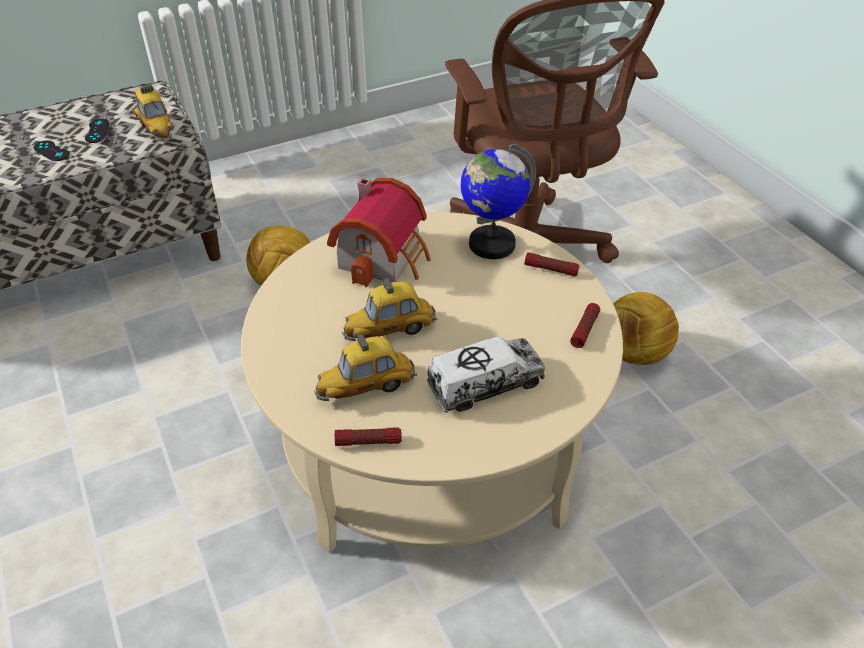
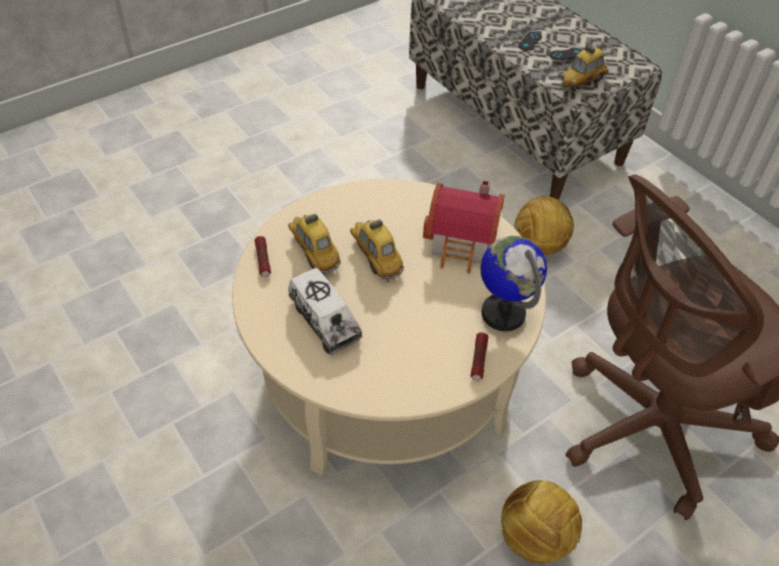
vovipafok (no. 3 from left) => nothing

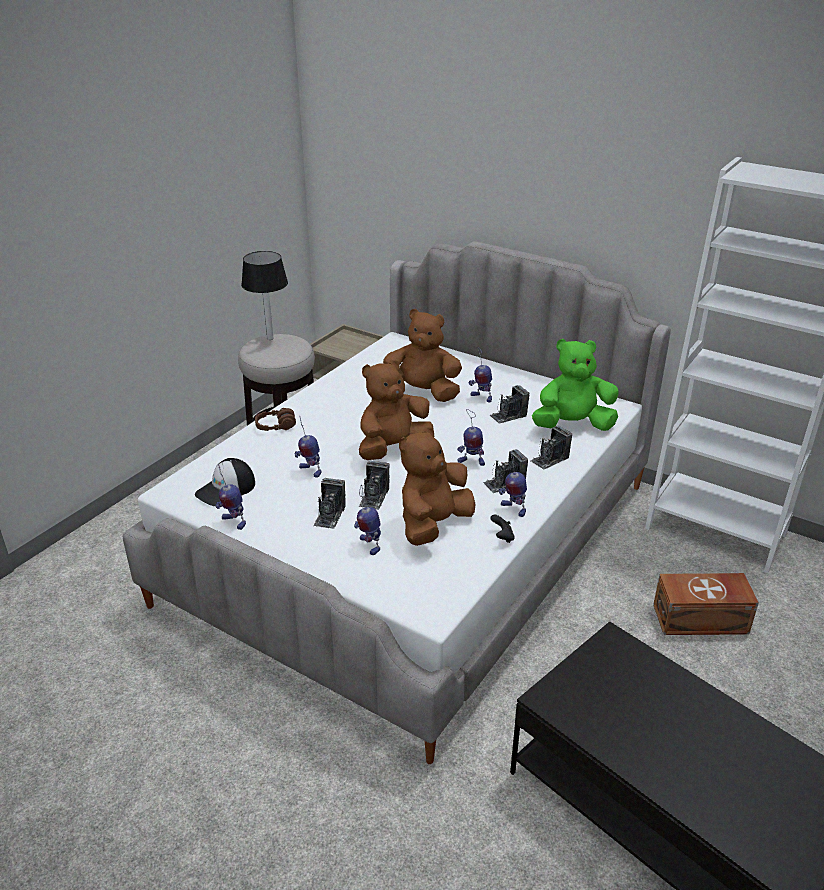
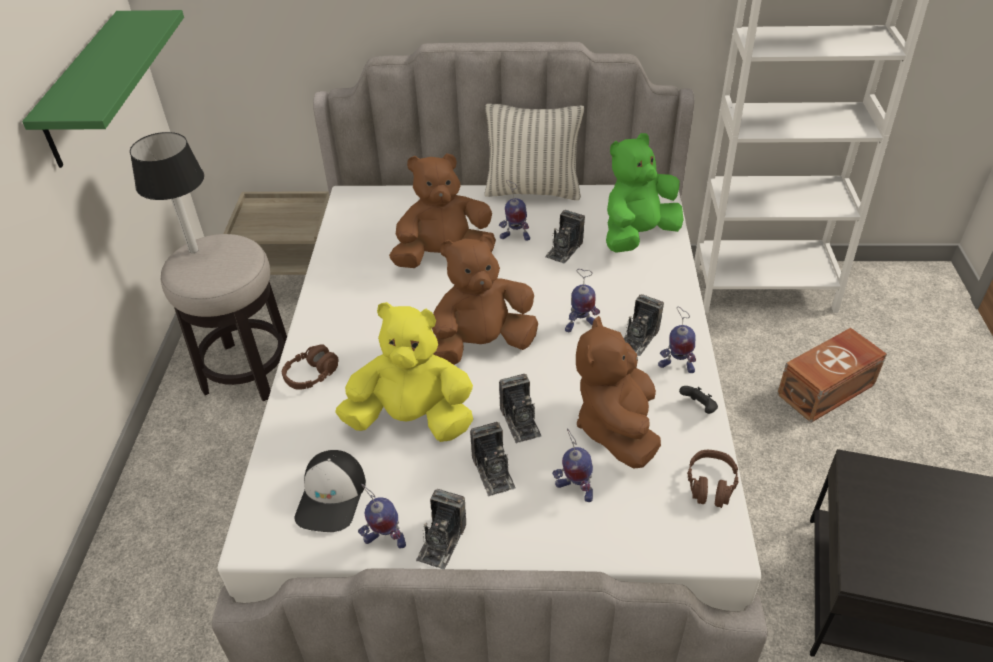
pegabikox (no. 2 from left) => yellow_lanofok
brown_lanofok (no. 1 from left in the first image) => brown_lanofok (no. 2 from left), 45 degrees clockwise
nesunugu (no. 5 from left in the first image) => nesunugu (no. 1 from left), relocated
nothing => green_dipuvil
nothing => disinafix
nothing => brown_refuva (no. 2 from left)

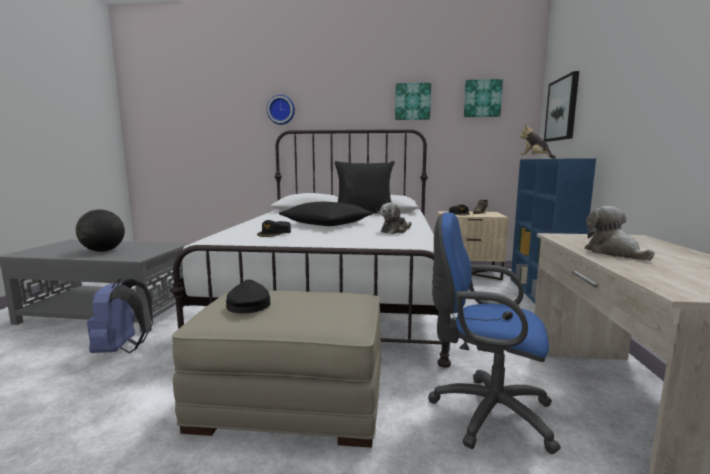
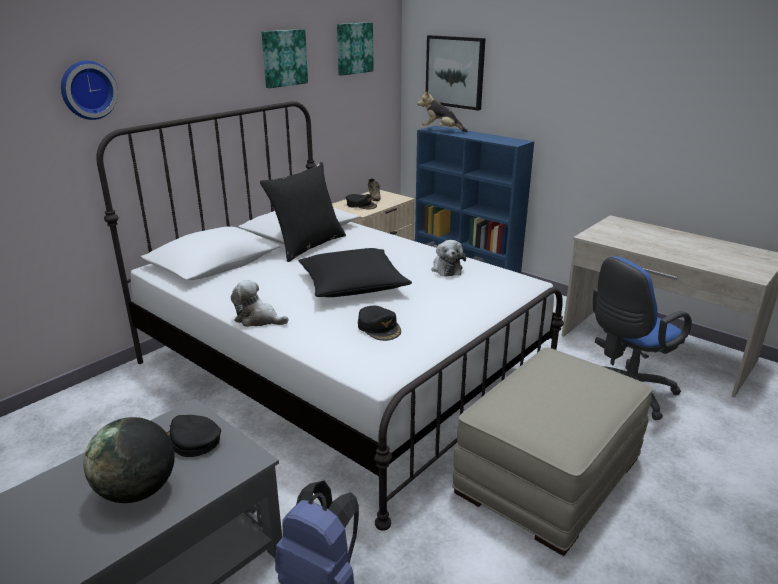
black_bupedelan (no. 1 from left), relocated
lanofok (no. 3 from left in the first image) => lanofok (no. 1 from left), relocated

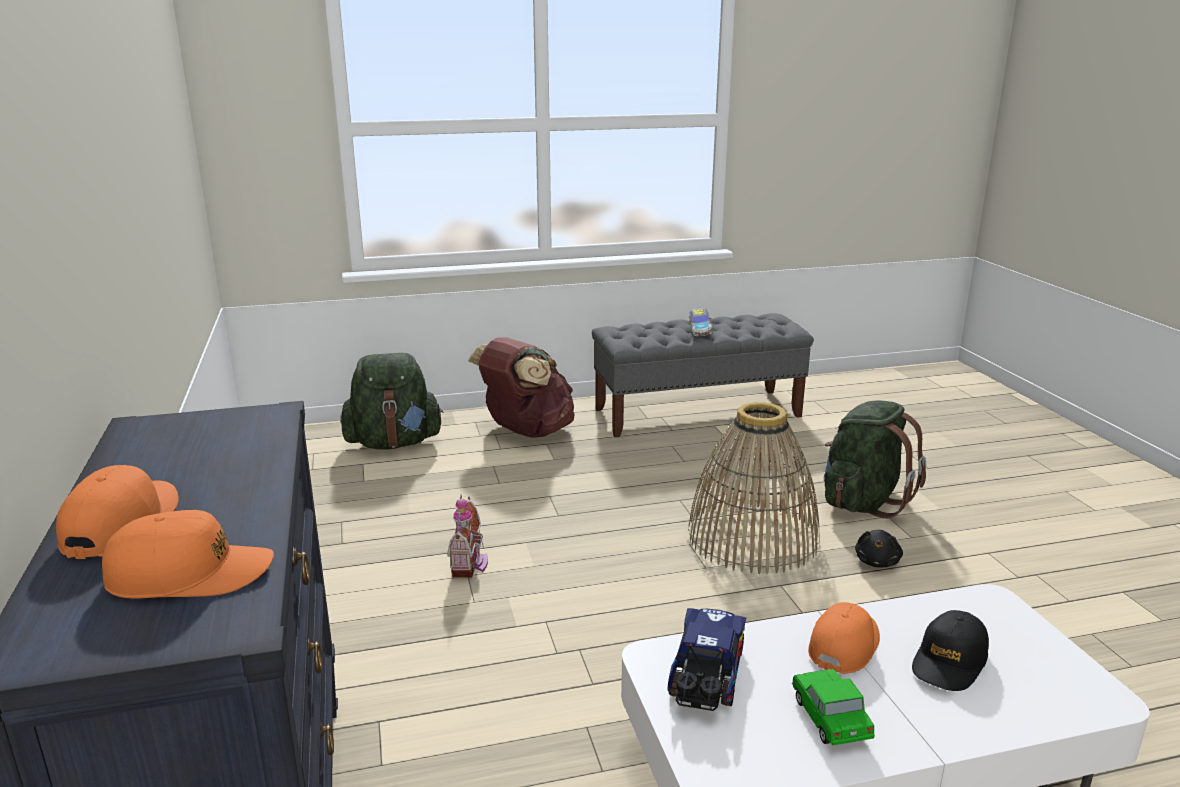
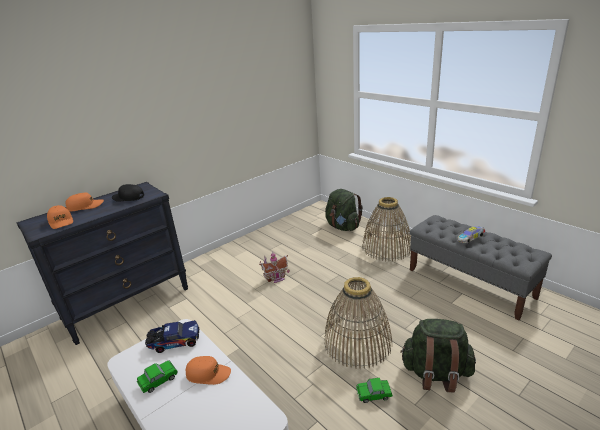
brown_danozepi => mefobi (no. 2 from left)
black_lanofok => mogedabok (no. 2 from left)
black_bupedelan, relocated

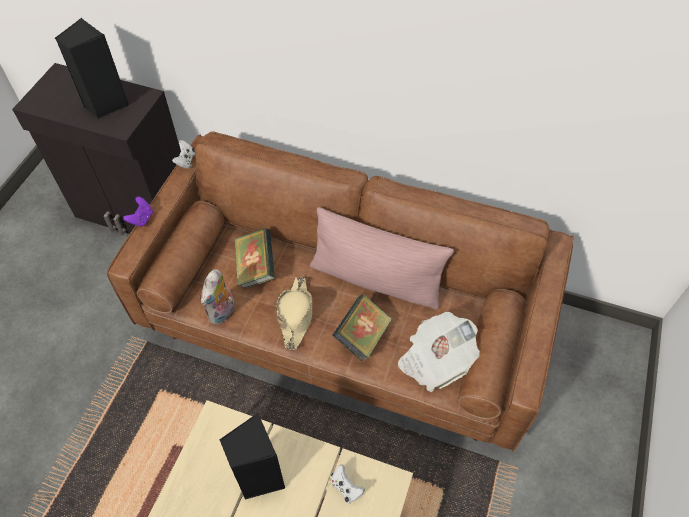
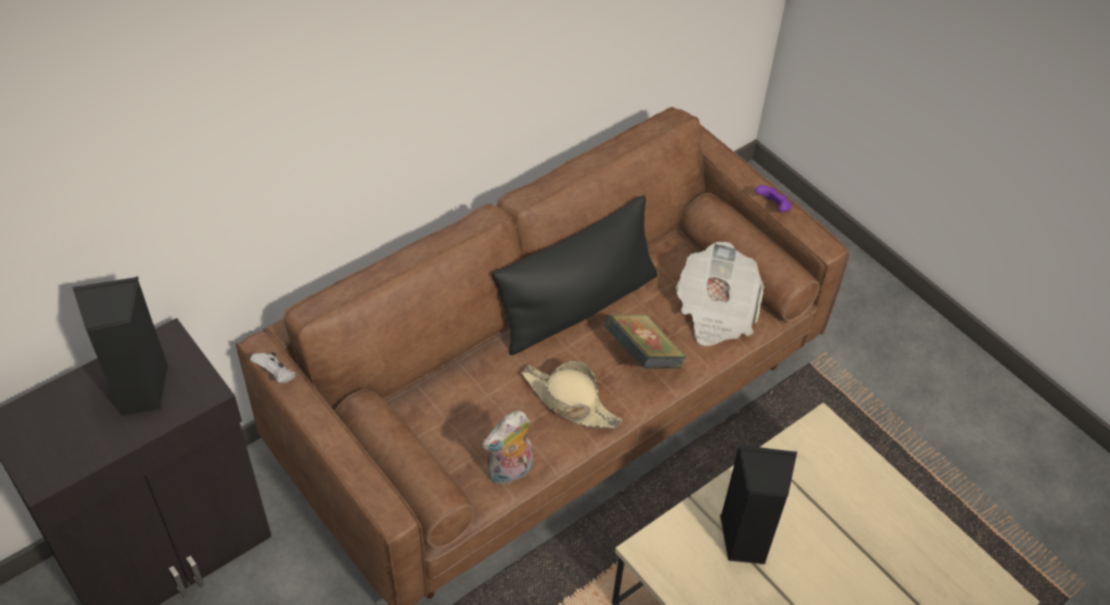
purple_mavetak, relocated
lanofok, 90 degrees clockwise
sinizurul (no. 1 from left) => nothing
pink_disinafix => black_disinafix
white_mavetak (no. 2 from left) => nothing

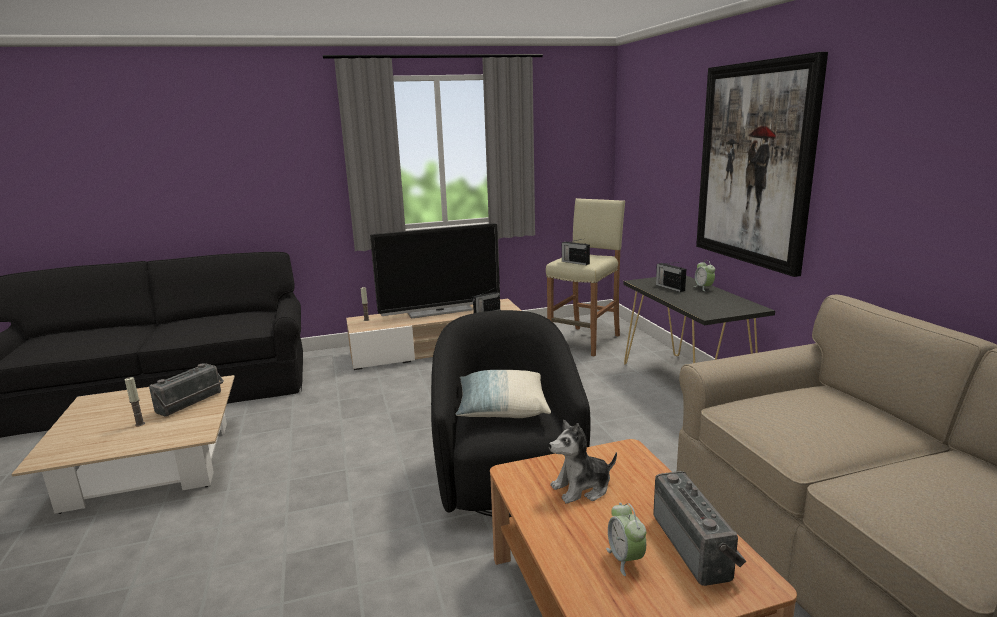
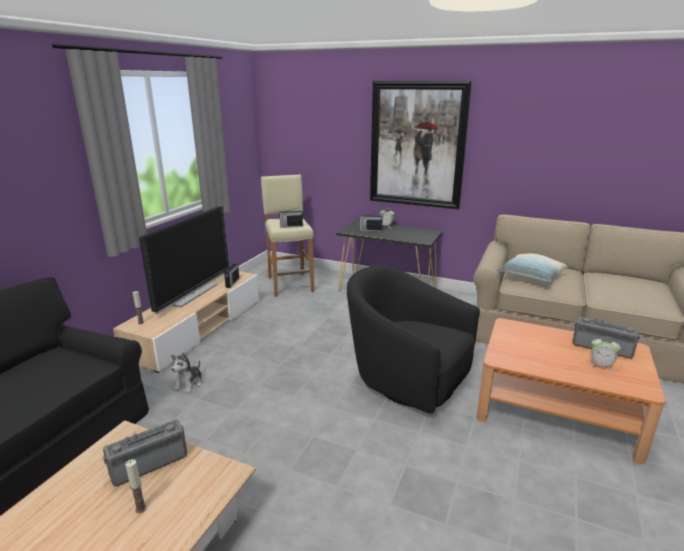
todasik (no. 1 from left), 105 degrees counterclockwise
disinafix, relocated
lanofok, relocated

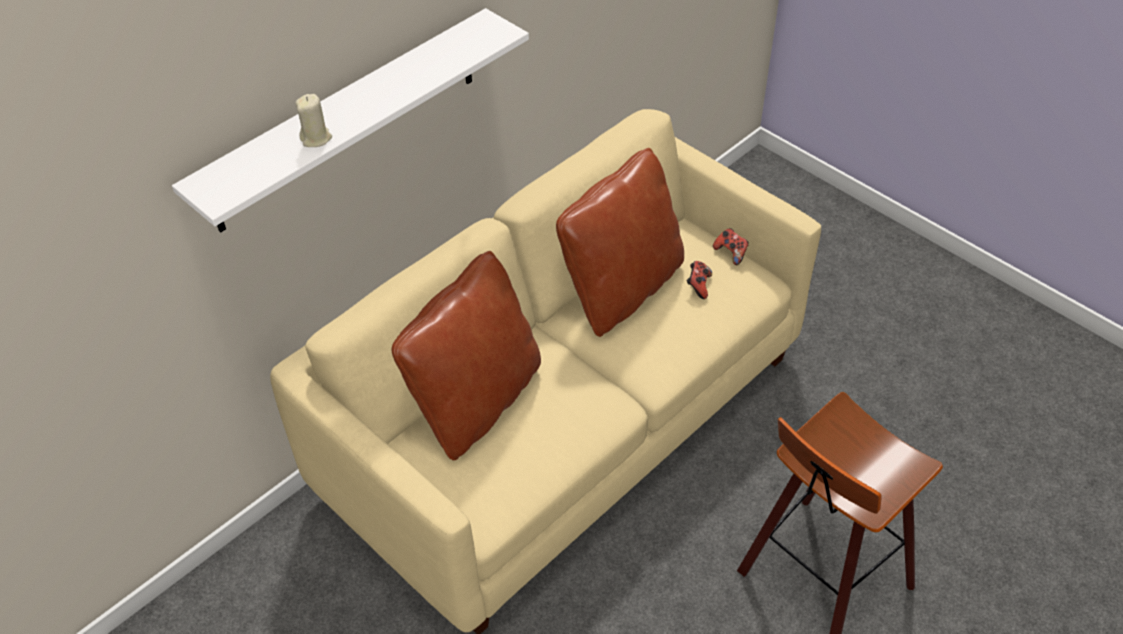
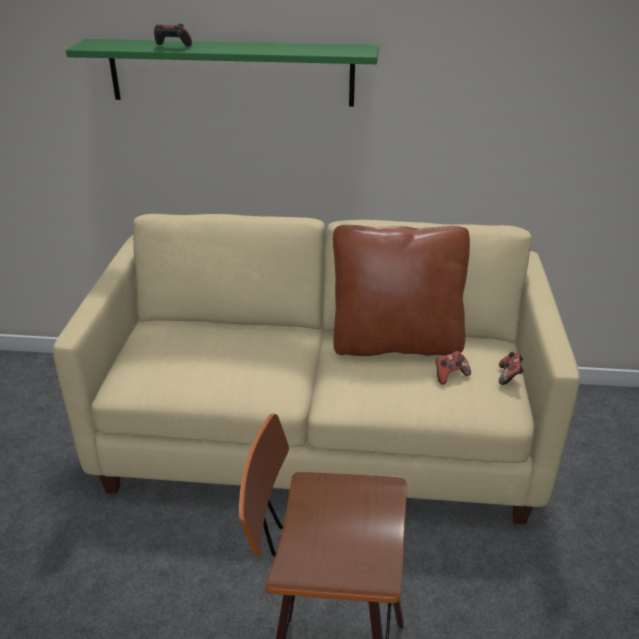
white_dipuvil => green_dipuvil
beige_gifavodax => mavetak (no. 1 from left)
brown_disinafix (no. 1 from left) => nothing

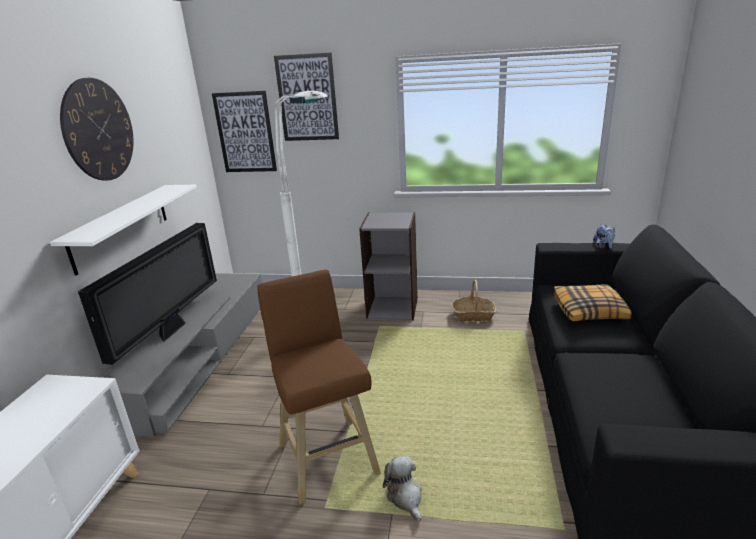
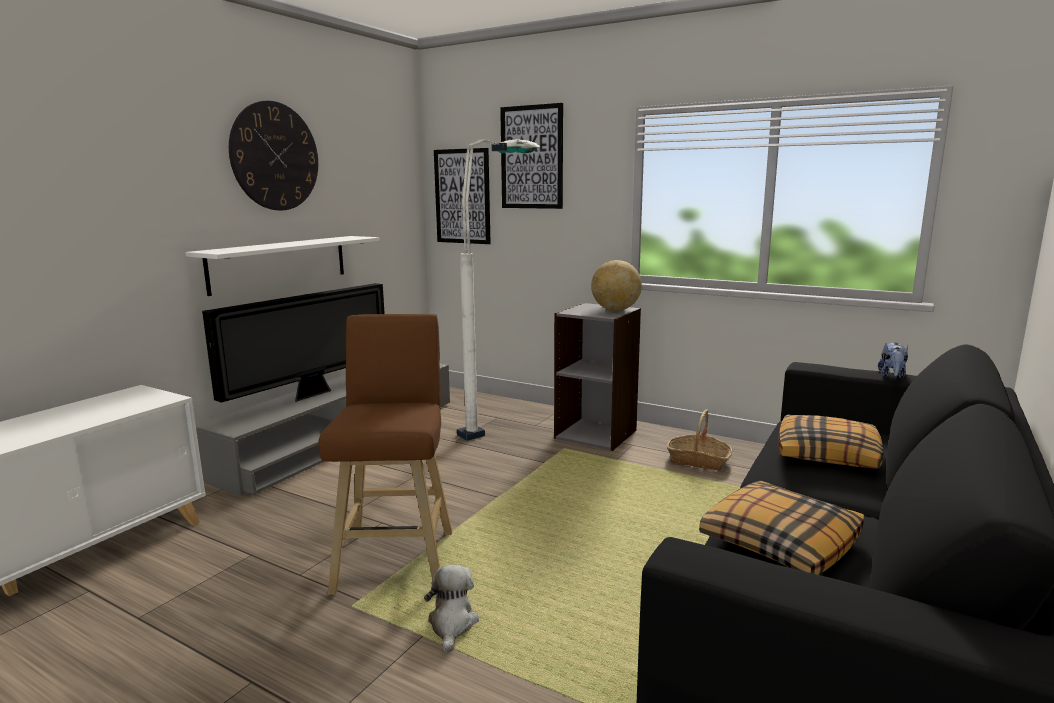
nothing => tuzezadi
nothing => disinafix (no. 1 from left)

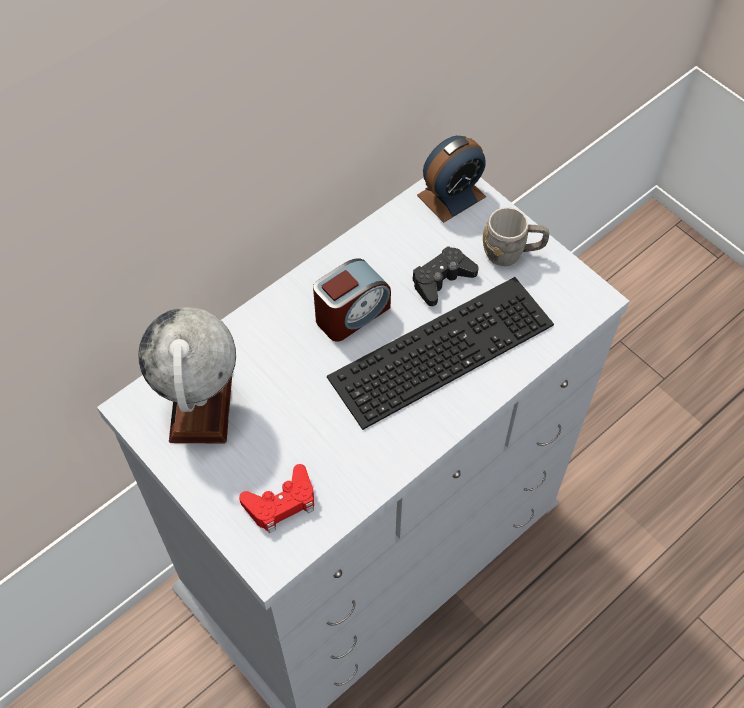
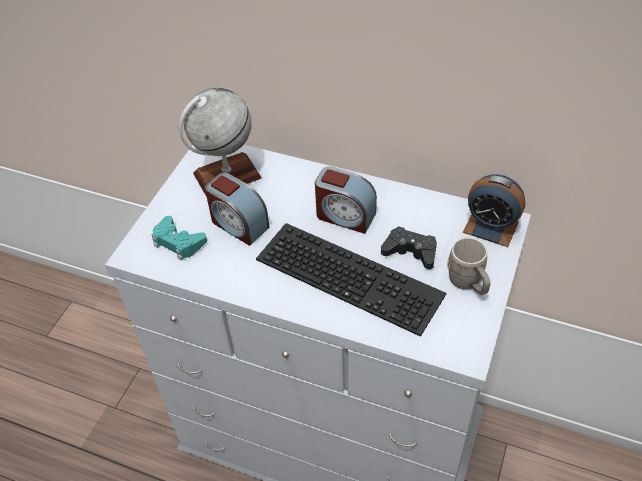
red_mavetak => turquoise_mavetak
nothing => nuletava (no. 1 from left)

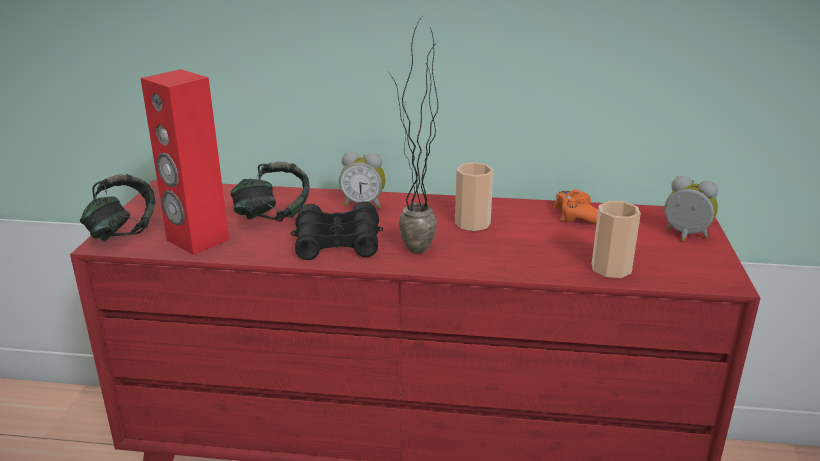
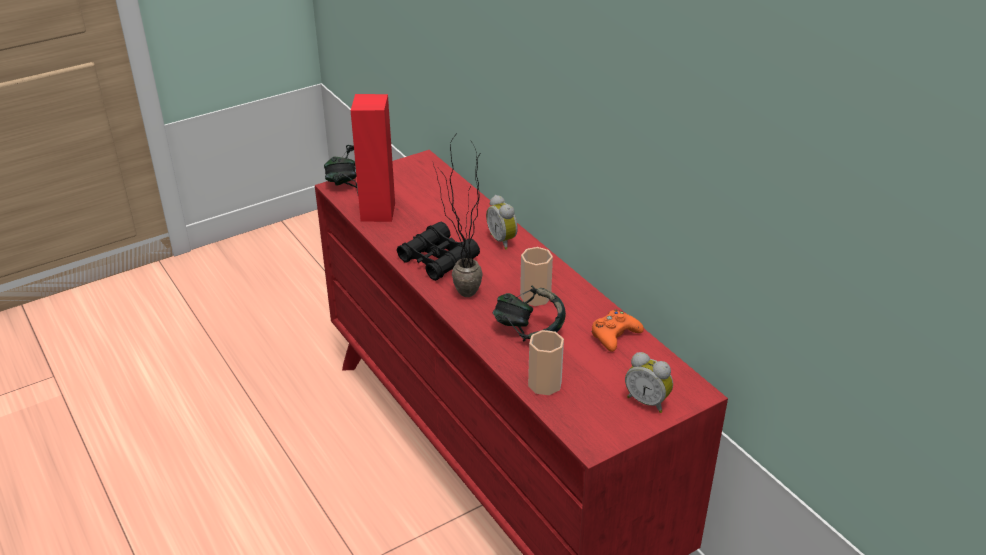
refuva (no. 2 from left), relocated
nuletava (no. 2 from left), 135 degrees clockwise

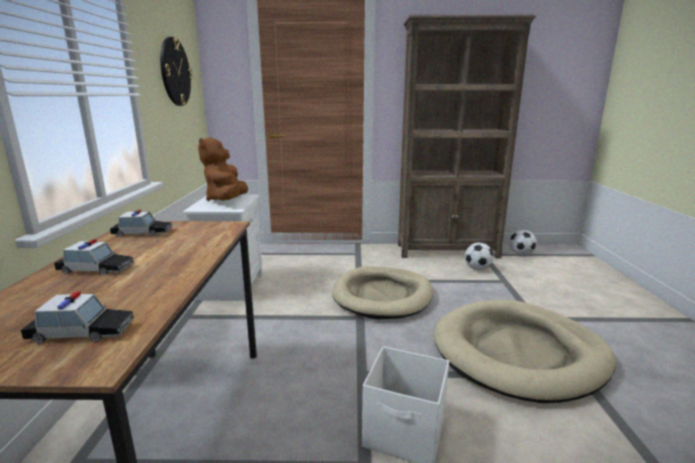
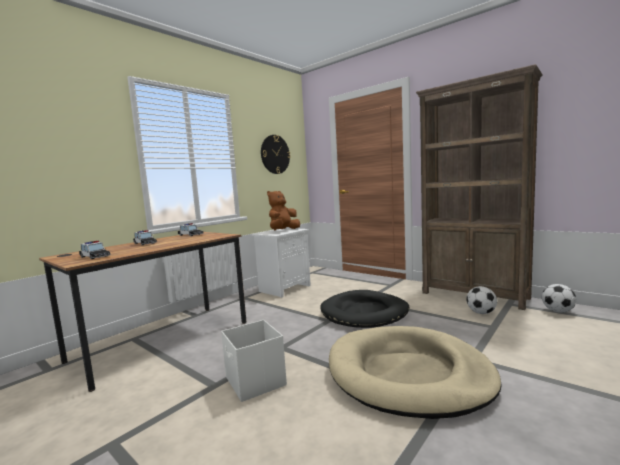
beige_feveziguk (no. 1 from left) => black_feveziguk

